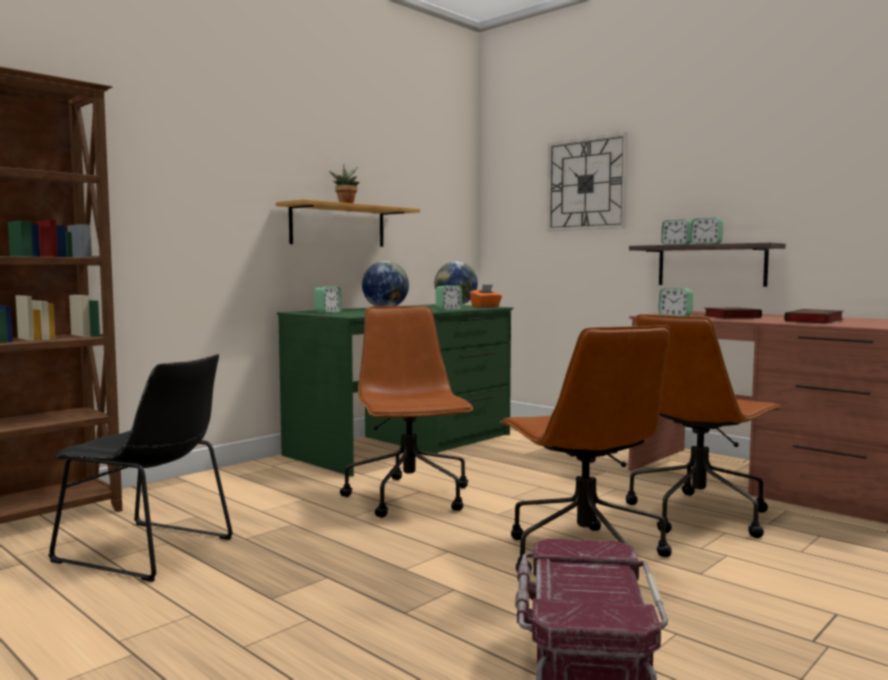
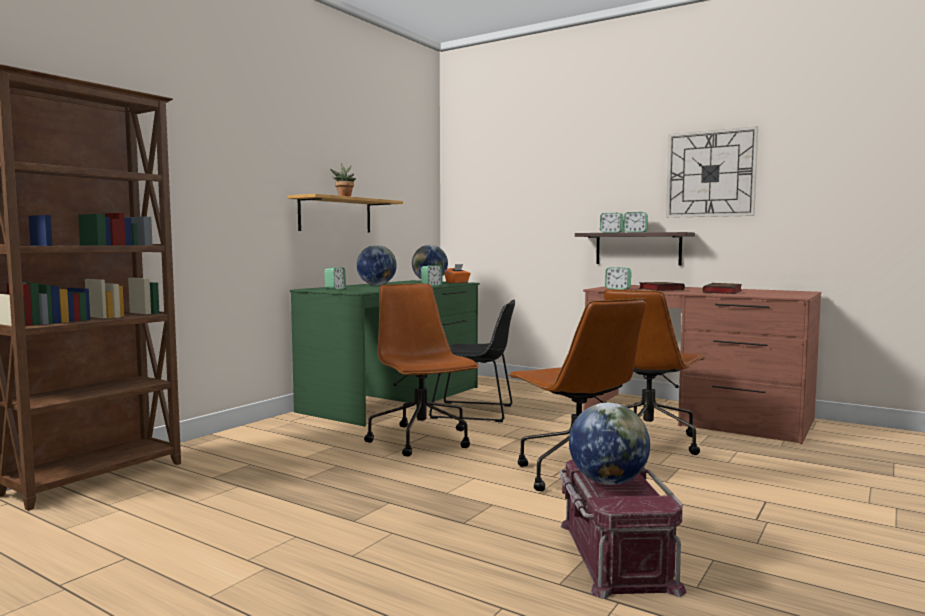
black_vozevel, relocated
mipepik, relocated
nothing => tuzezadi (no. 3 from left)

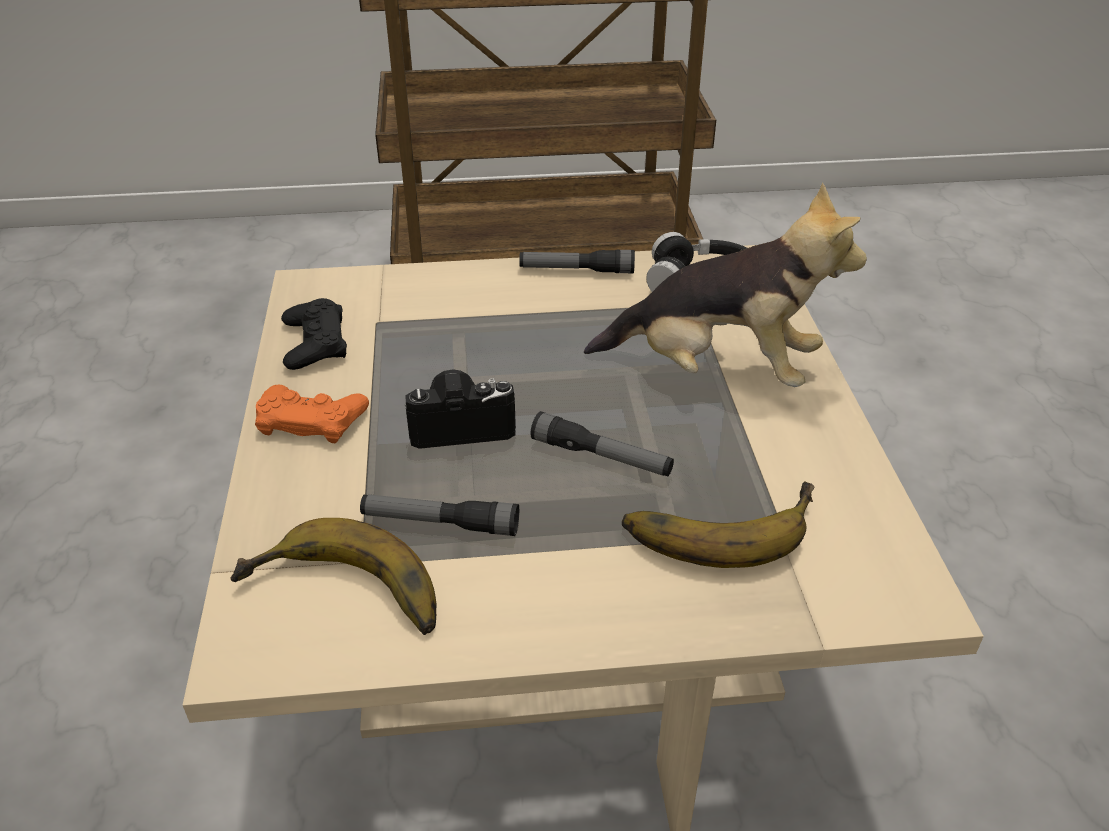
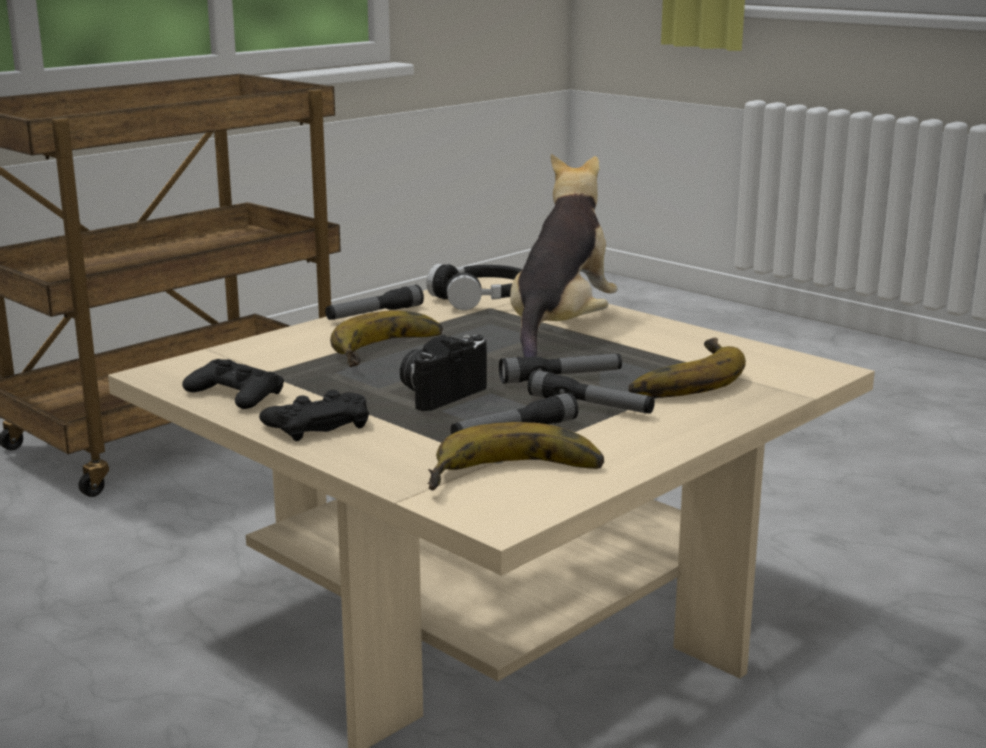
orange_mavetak => black_mavetak (no. 2 from left)
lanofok, 45 degrees counterclockwise
nothing => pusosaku (no. 1 from left)
nothing => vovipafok (no. 4 from left)

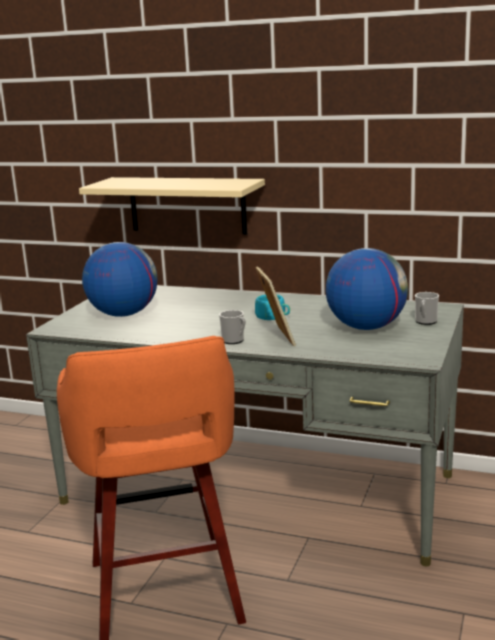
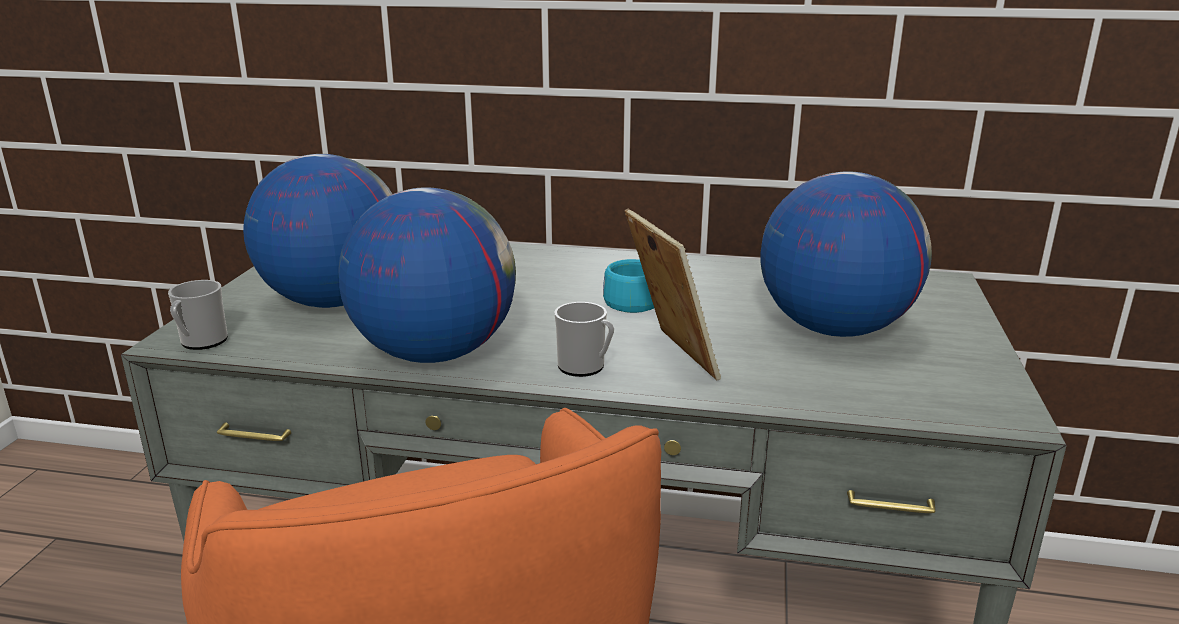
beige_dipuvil => nothing
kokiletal (no. 2 from left in the first image) => kokiletal (no. 1 from left), relocated
nothing => tuzezadi (no. 2 from left)

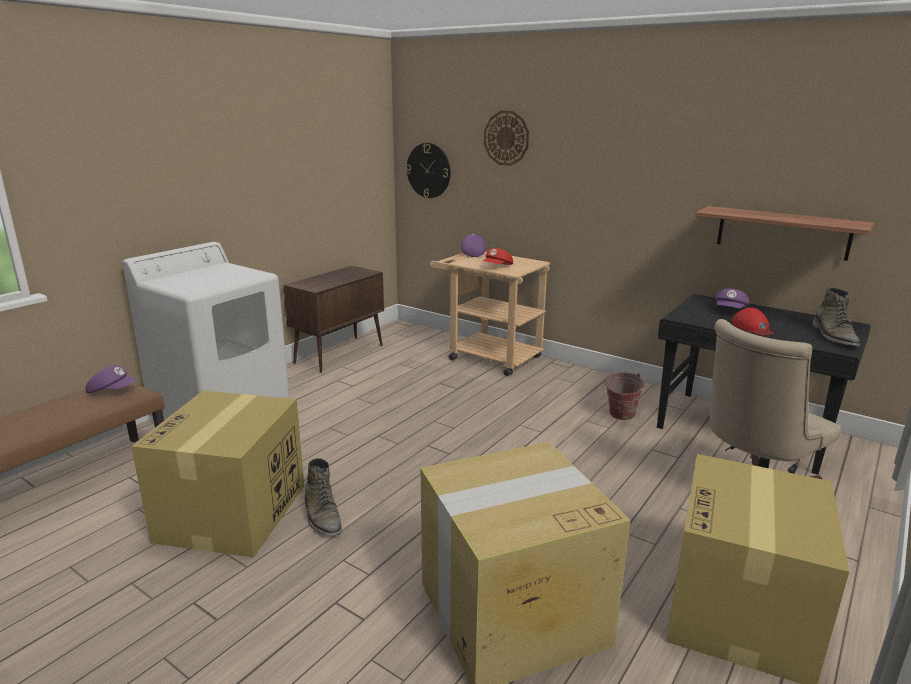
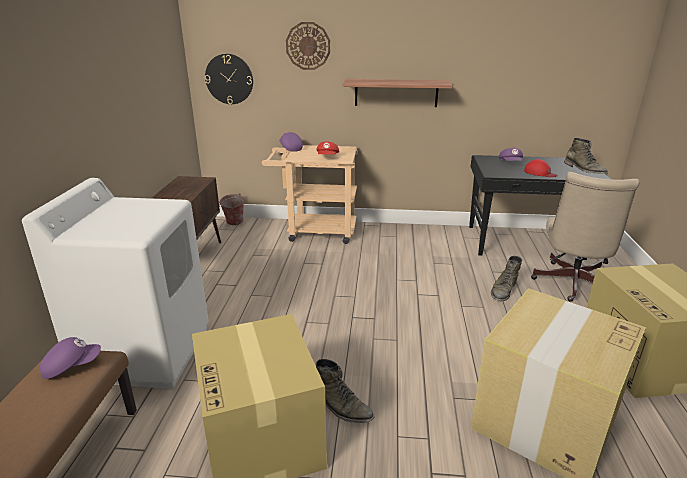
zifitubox, relocated
dipuvil, relocated
nothing => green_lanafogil (no. 2 from left)

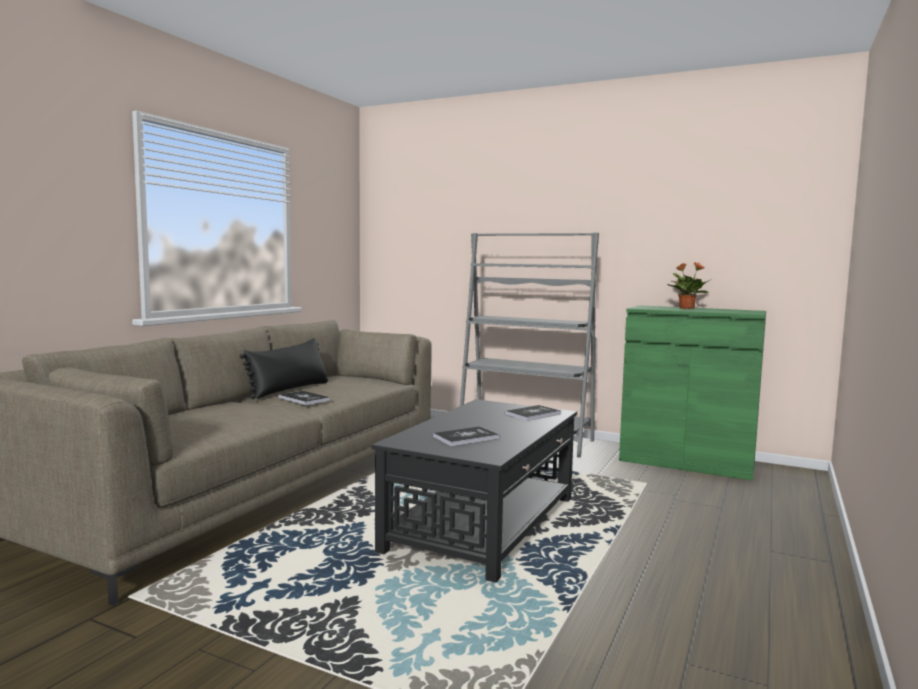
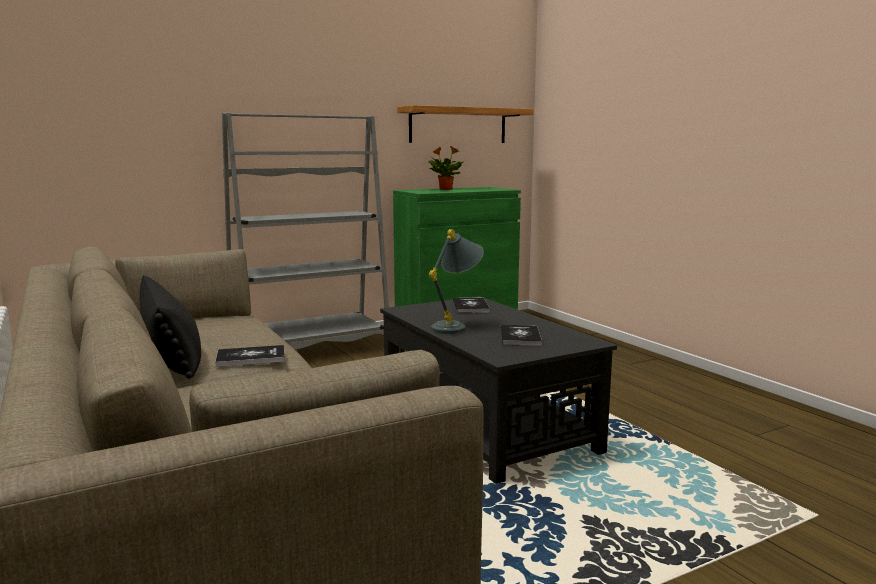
nothing => dipuvil
nothing => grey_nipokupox

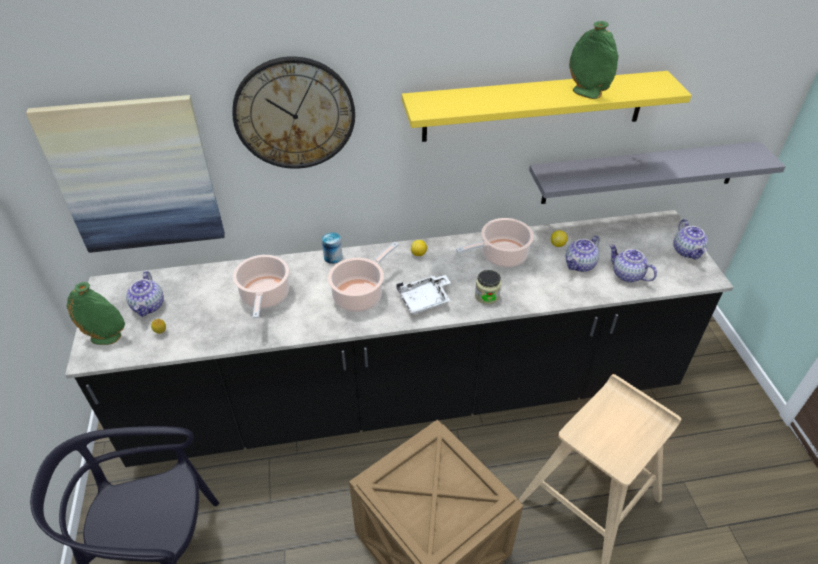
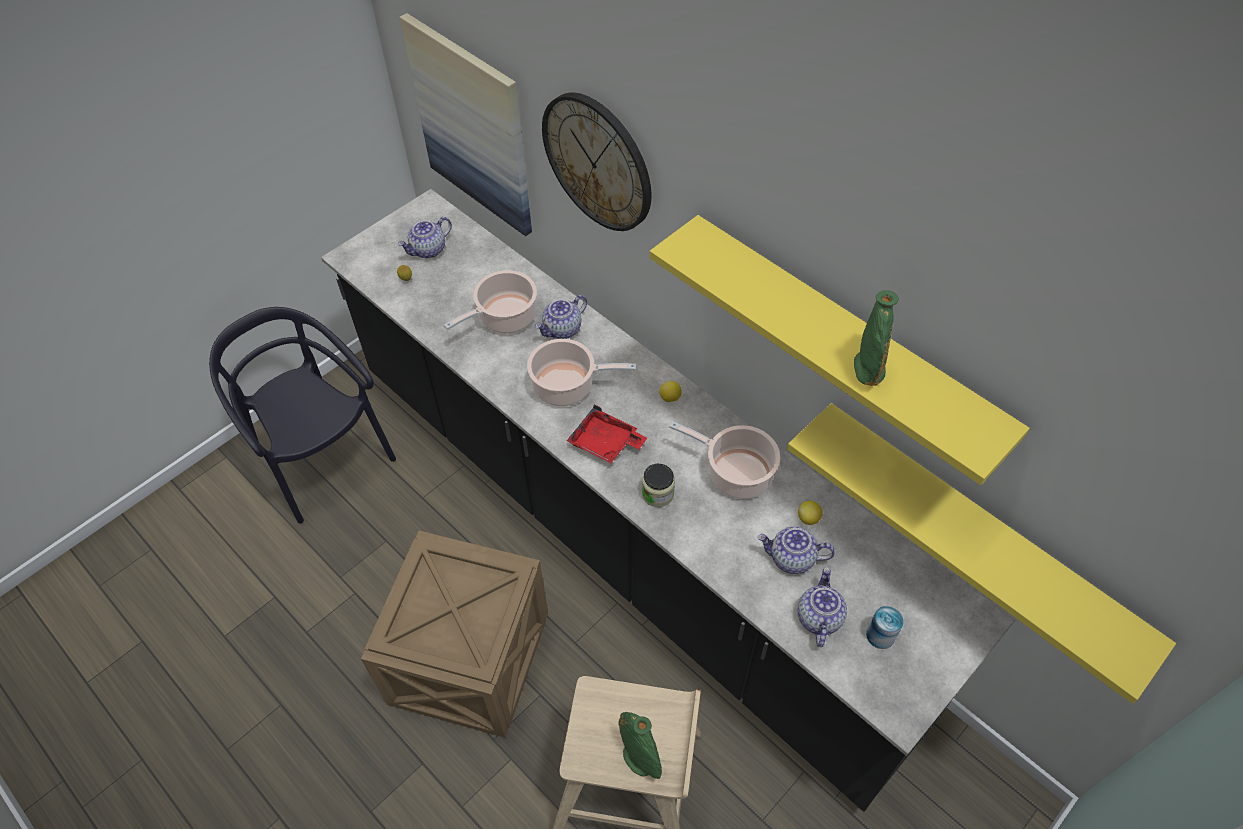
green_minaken (no. 1 from left), relocated
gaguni, relocated
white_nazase => red_nazase
grey_dipuvil => yellow_dipuvil (no. 2 from left)
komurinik (no. 4 from left in the first image) => komurinik (no. 2 from left), relocated

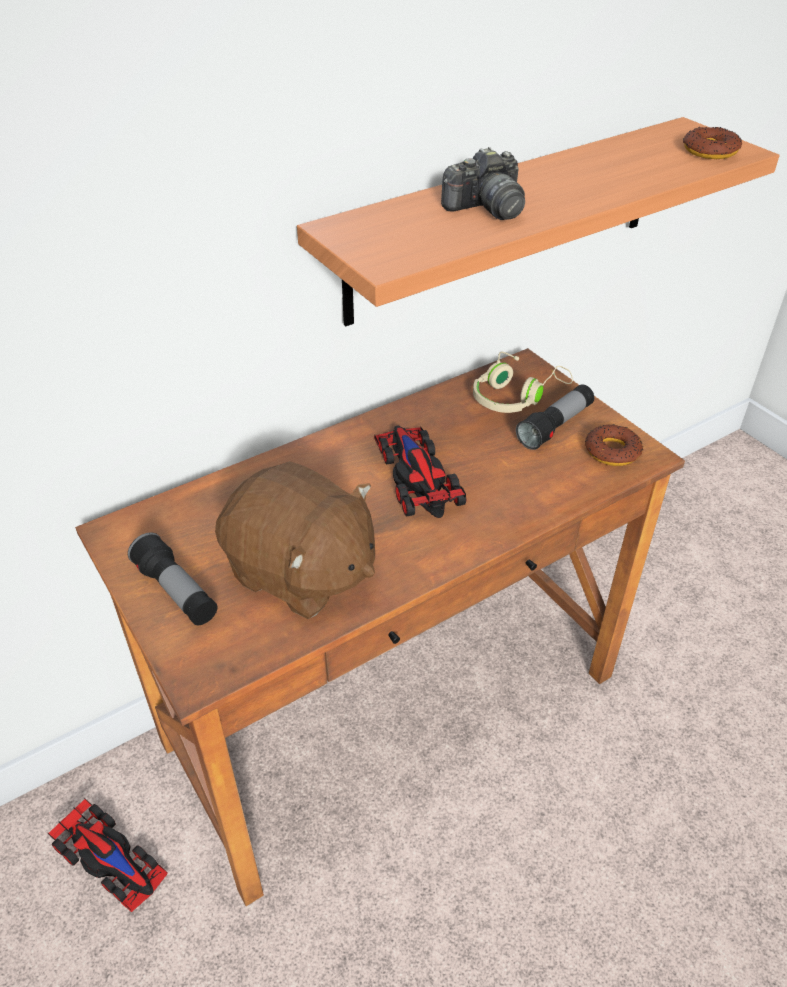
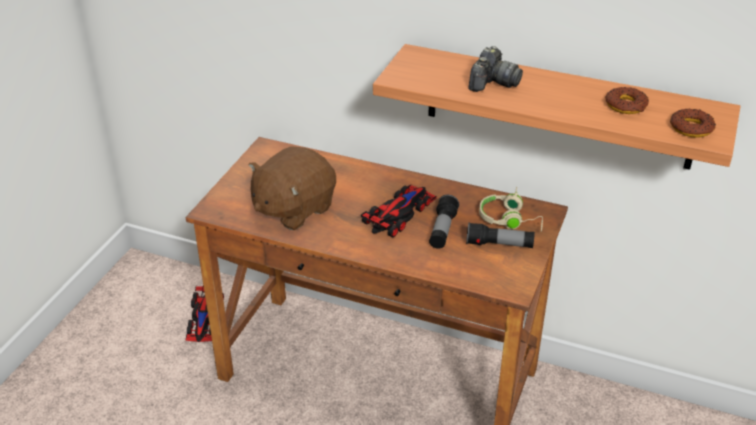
vovipafok (no. 1 from left), relocated
brown_lanofok, 45 degrees clockwise
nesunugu, 90 degrees counterclockwise
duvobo (no. 1 from left), relocated

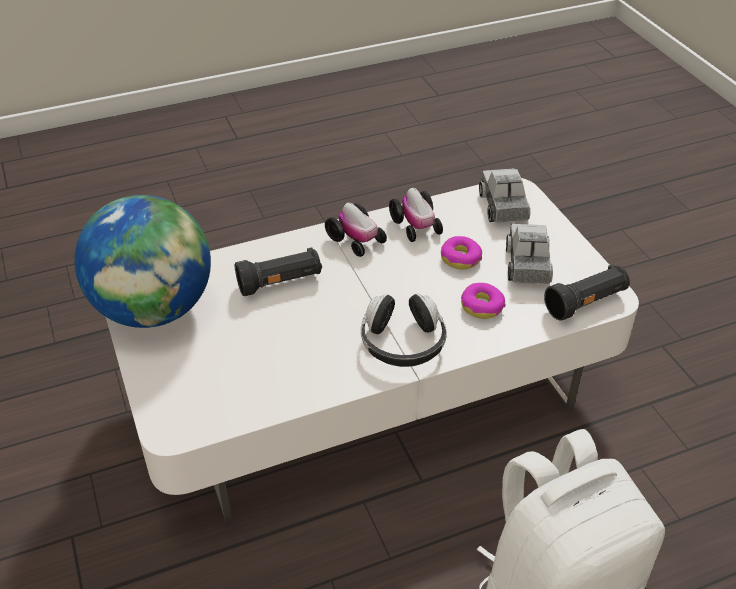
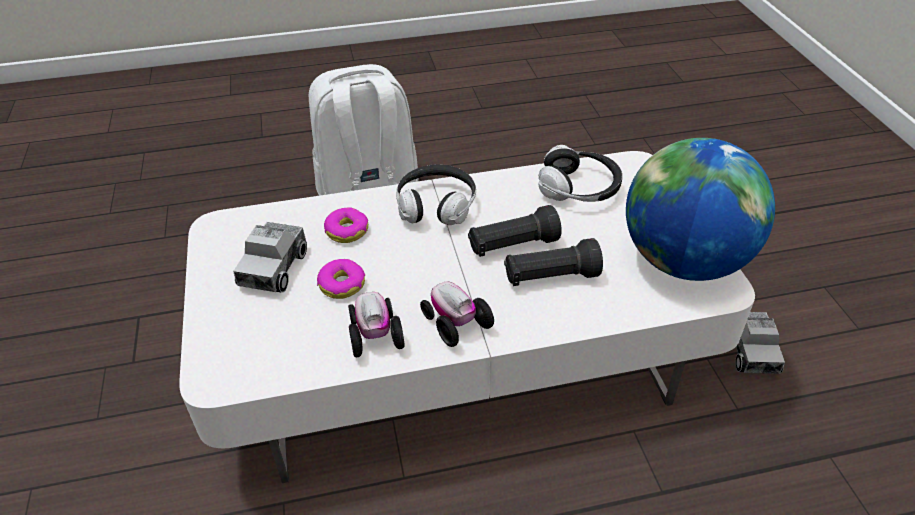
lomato (no. 1 from left in the first image) => lomato (no. 2 from left), relocated
black_vovipafok (no. 2 from left in the first image) => black_vovipafok (no. 1 from left), relocated
nothing => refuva (no. 2 from left)

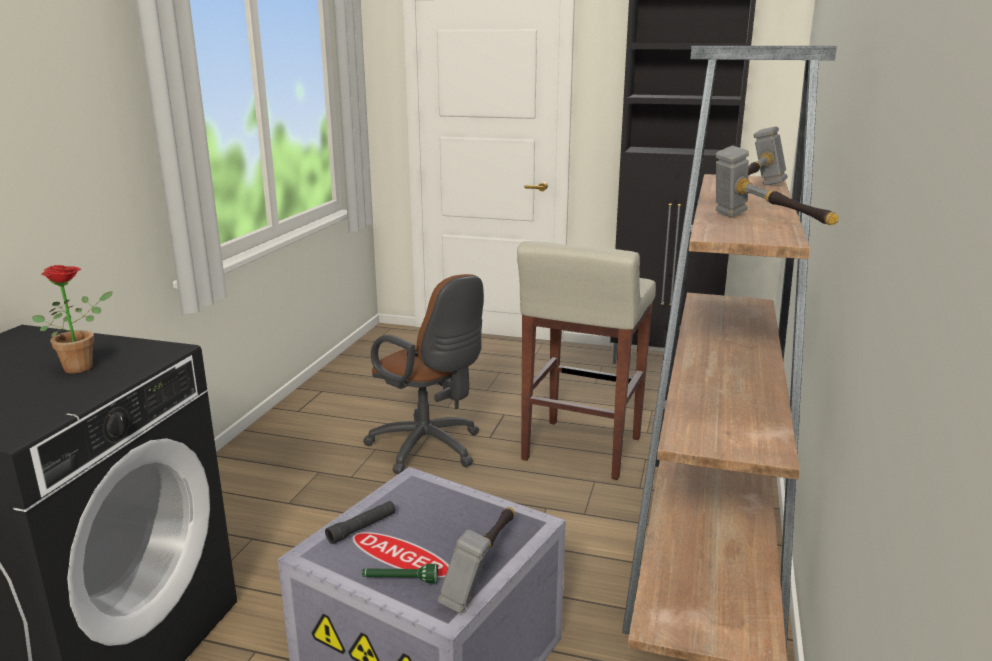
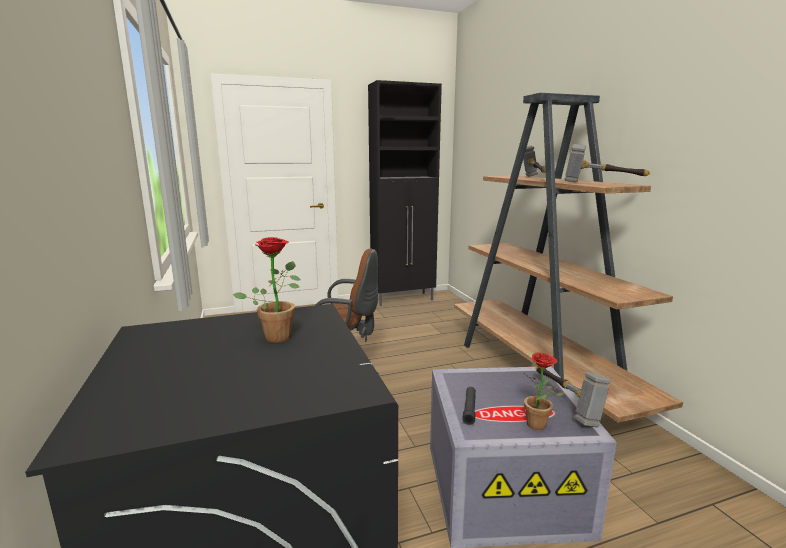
green_vovipafok => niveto (no. 2 from left)
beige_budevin => nothing

